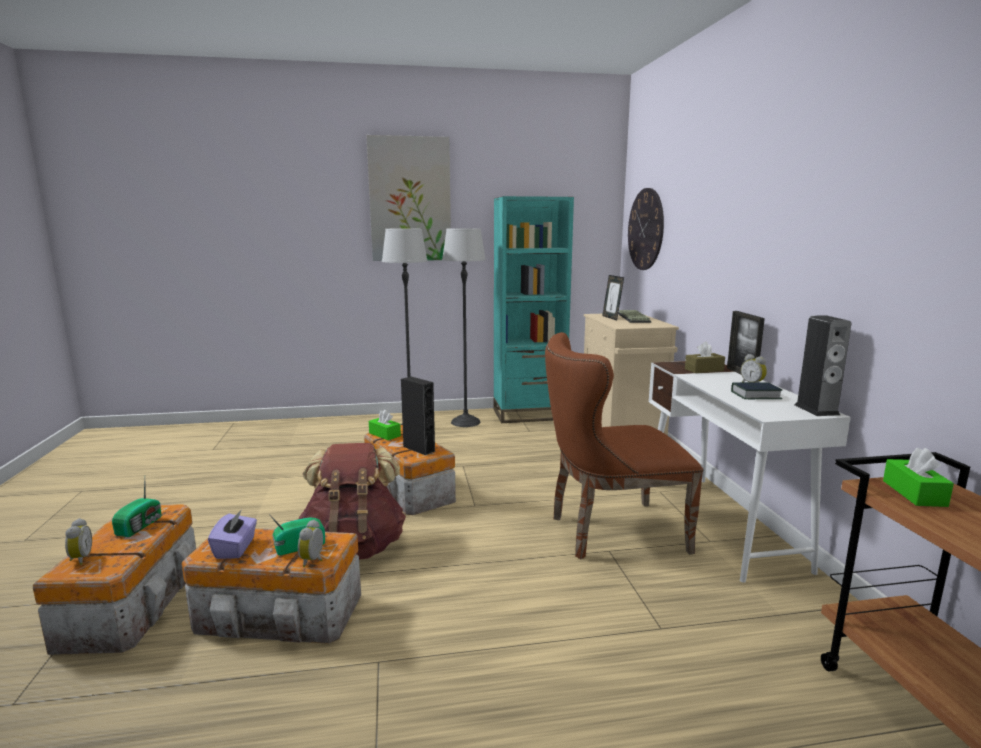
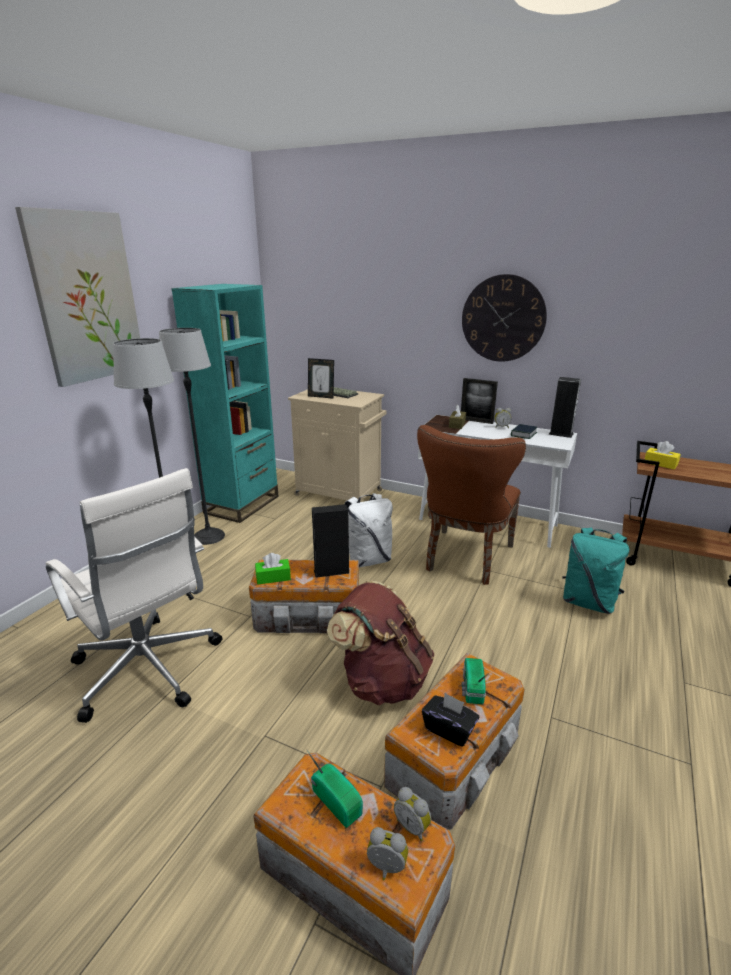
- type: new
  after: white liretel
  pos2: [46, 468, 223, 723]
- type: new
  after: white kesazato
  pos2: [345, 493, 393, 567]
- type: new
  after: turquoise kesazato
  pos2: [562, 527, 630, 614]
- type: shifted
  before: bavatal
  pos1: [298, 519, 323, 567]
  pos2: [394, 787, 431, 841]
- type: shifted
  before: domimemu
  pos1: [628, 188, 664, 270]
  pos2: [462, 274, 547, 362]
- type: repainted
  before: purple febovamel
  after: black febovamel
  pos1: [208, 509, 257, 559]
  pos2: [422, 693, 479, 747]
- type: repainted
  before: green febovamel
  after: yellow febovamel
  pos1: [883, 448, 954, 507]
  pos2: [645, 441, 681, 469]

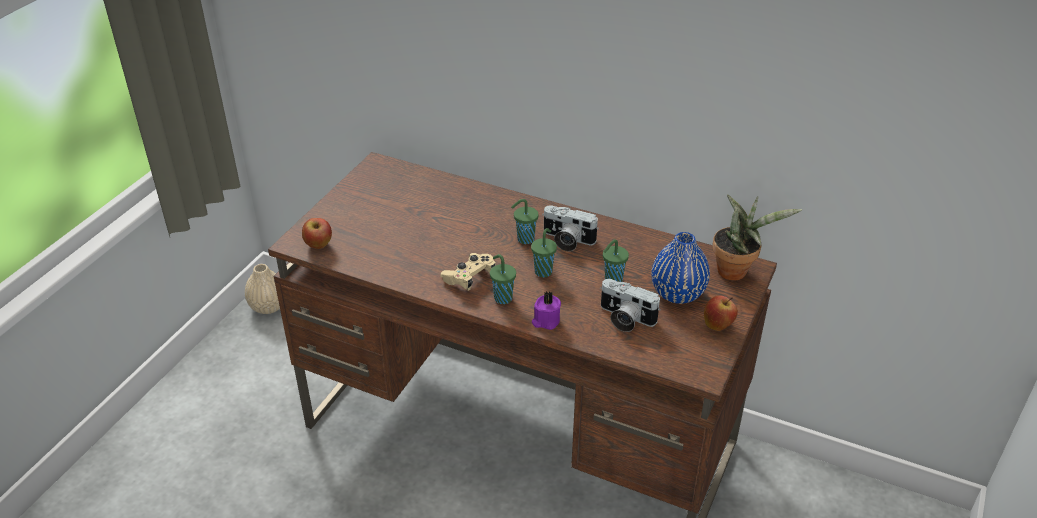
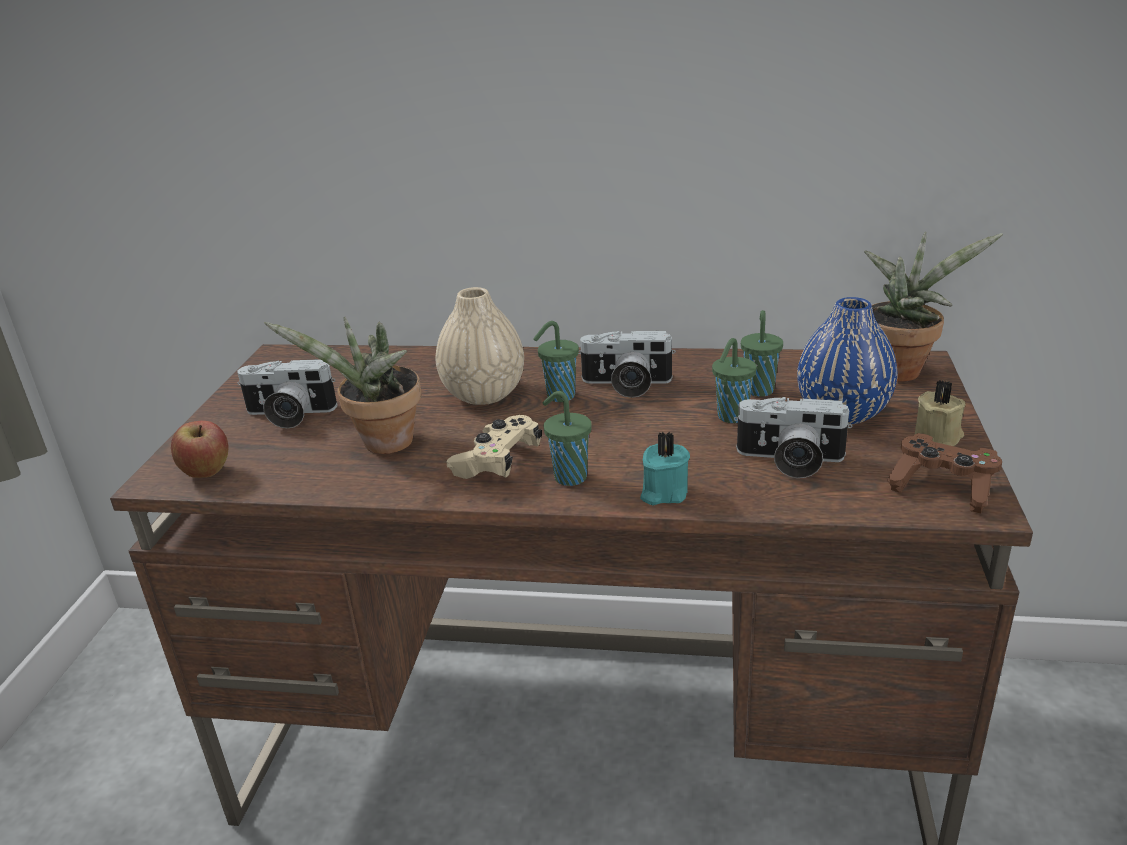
- type: new
  after: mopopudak
  pos2: [237, 359, 338, 428]
- type: new
  after: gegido
  pos2: [264, 317, 421, 454]
- type: new
  after: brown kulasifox
  pos2: [887, 433, 1002, 513]
- type: shifted
  before: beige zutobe
  pos1: [245, 264, 280, 314]
  pos2: [436, 287, 524, 405]
- type: shifted
  before: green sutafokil
  pos1: [531, 228, 557, 277]
  pos2: [741, 310, 783, 397]
- type: swapped
  before: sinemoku
  after: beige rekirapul
  pos1: [704, 295, 738, 331]
  pos2: [915, 380, 965, 446]
- type: repainted
  before: purple rekirapul
  after: turquoise rekirapul
  pos1: [532, 292, 561, 330]
  pos2: [640, 432, 690, 505]

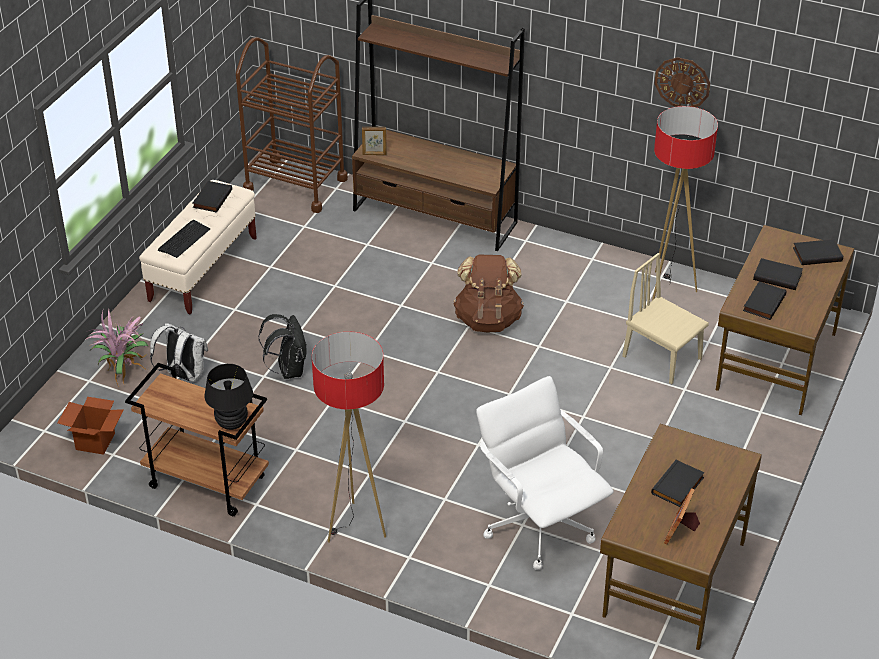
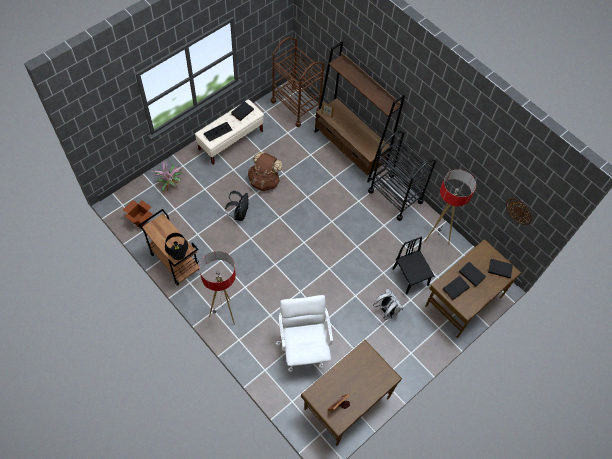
- type: gone
  before: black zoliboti
  pos1: [651, 459, 705, 507]
- type: new
  after: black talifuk
  pos2: [368, 131, 436, 221]
- type: shifted
  before: white kesazato
  pos1: [150, 323, 208, 382]
  pos2: [373, 288, 403, 320]
- type: shifted
  before: brown kesazato
  pos1: [453, 255, 524, 332]
  pos2: [248, 152, 283, 191]
- type: shifted
  before: domimemu
  pos1: [655, 57, 710, 107]
  pos2: [506, 198, 532, 225]
- type: repainted
  before: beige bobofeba
  after: black bobofeba
  pos1: [622, 253, 709, 384]
  pos2: [392, 236, 434, 294]

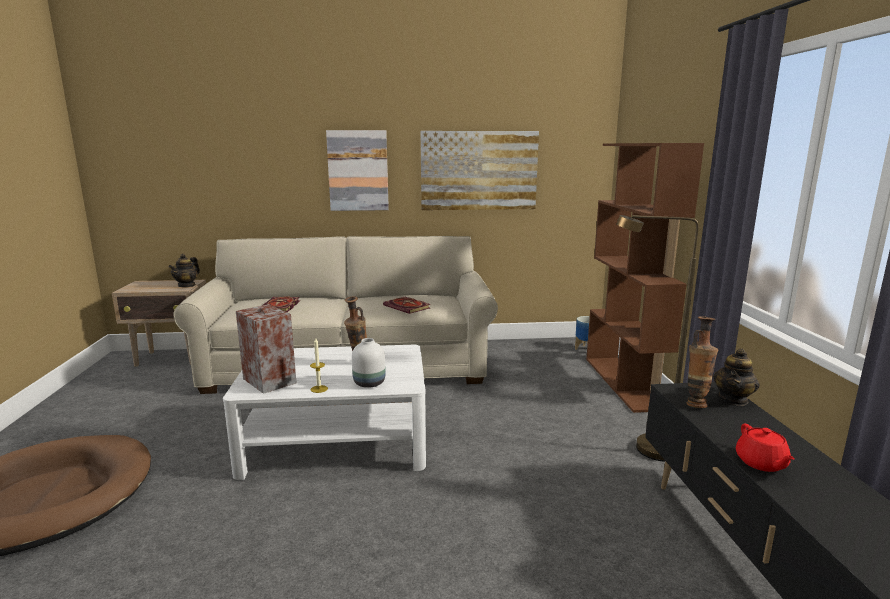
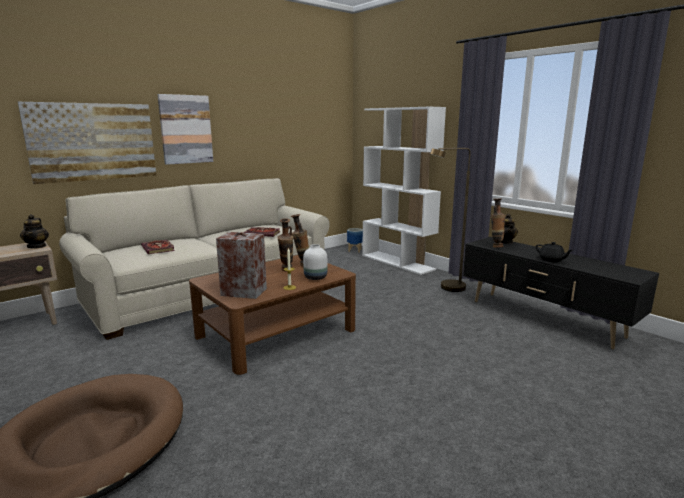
- type: new
  after: zutobe
  pos2: [291, 214, 309, 266]
- type: shifted
  before: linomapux
  pos1: [421, 131, 539, 210]
  pos2: [18, 102, 156, 184]
- type: repainted
  before: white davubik
  after: brown davubik
  pos1: [223, 345, 426, 480]
  pos2: [189, 255, 356, 375]
- type: repainted
  before: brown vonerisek
  after: white vonerisek
  pos1: [586, 143, 704, 413]
  pos2: [362, 107, 446, 275]
- type: repainted
  before: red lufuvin
  after: black lufuvin
  pos1: [736, 423, 795, 472]
  pos2: [536, 242, 573, 262]

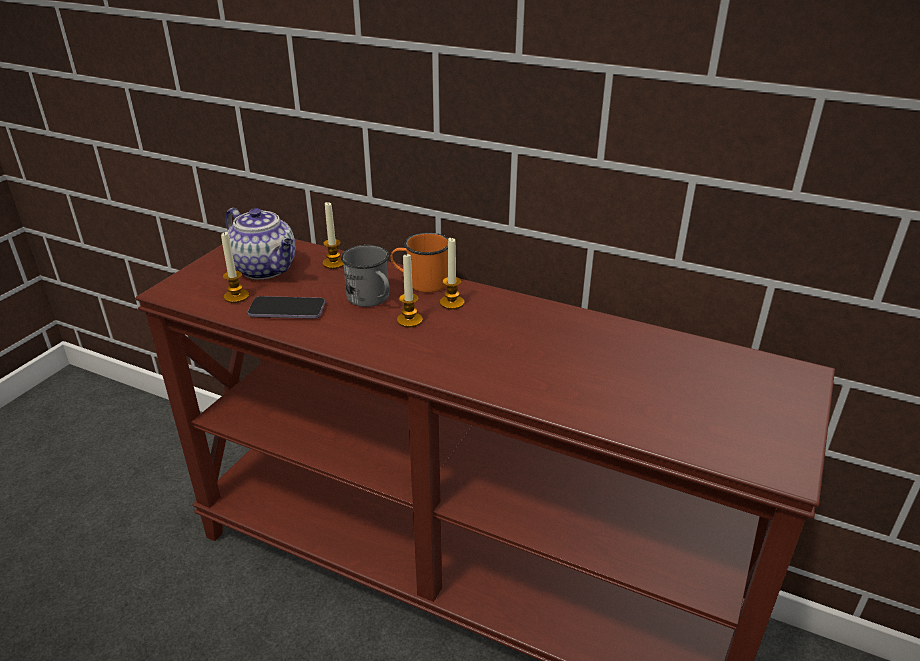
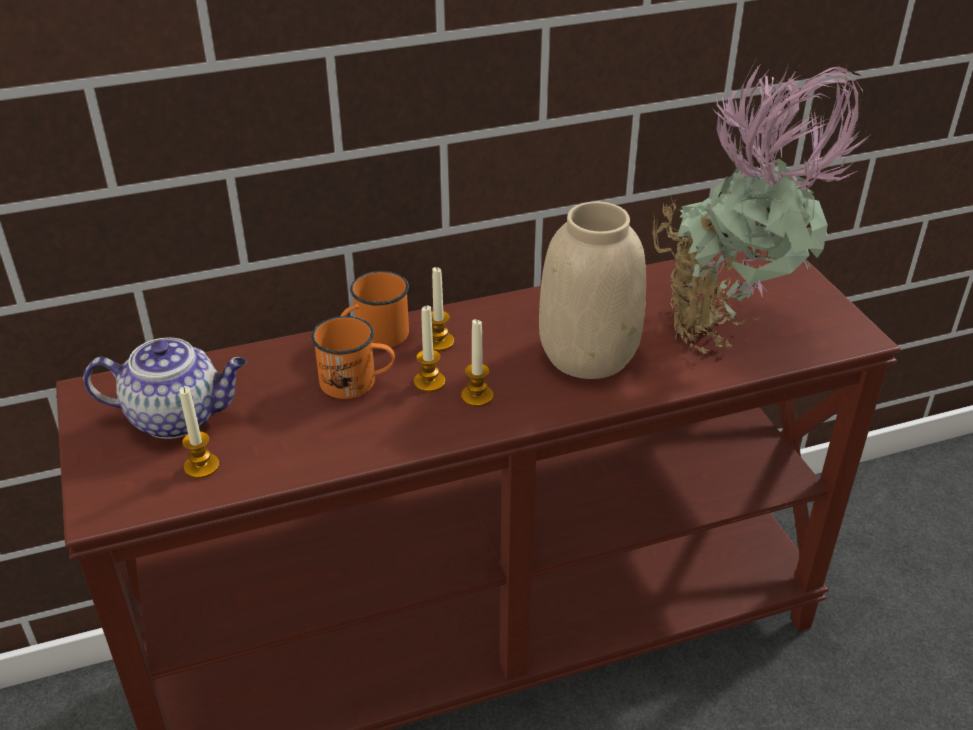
- type: gone
  before: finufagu
  pos1: [248, 296, 325, 319]
- type: new
  after: beige zutobe
  pos2: [539, 202, 646, 379]
- type: new
  after: gegido
  pos2: [652, 63, 869, 355]
- type: shifted
  before: rekirapul
  pos1: [323, 202, 344, 269]
  pos2: [461, 319, 493, 407]
- type: repainted
  before: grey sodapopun
  after: orange sodapopun
  pos1: [341, 245, 390, 307]
  pos2: [311, 316, 395, 399]

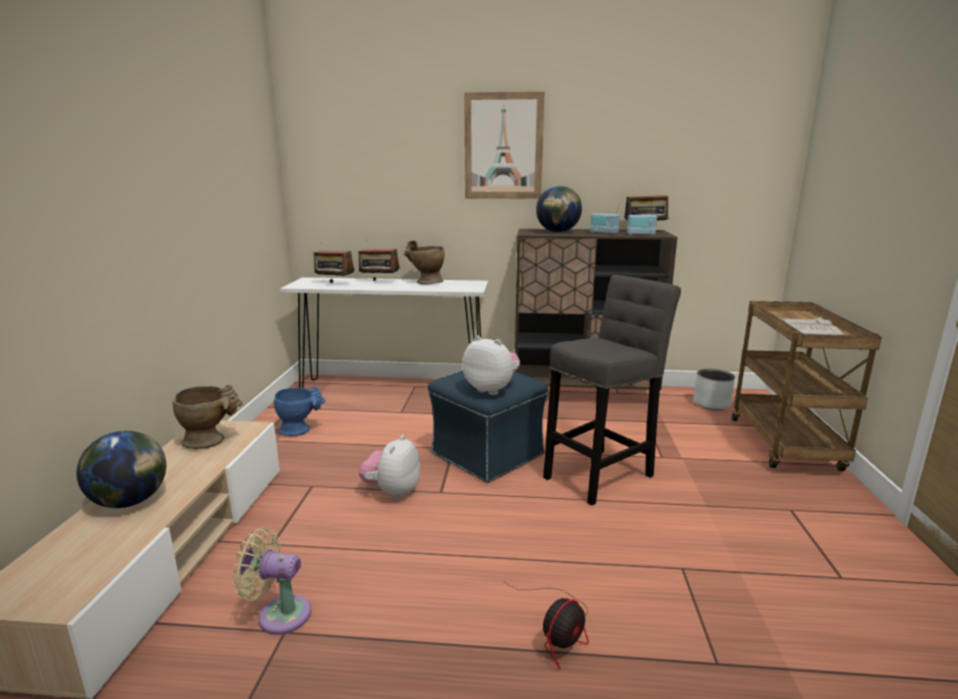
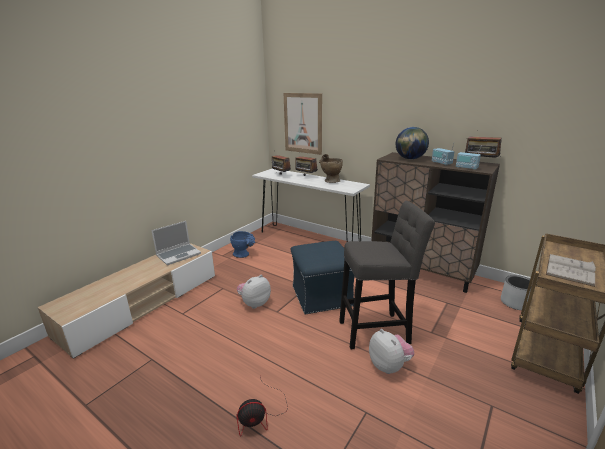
- type: gone
  before: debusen
  pos1: [77, 431, 166, 508]
- type: gone
  before: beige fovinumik
  pos1: [232, 527, 311, 635]
- type: shifted
  before: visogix
  pos1: [463, 335, 520, 395]
  pos2: [369, 329, 414, 374]
- type: shifted
  before: linomapux
  pos1: [464, 92, 544, 199]
  pos2: [284, 93, 322, 155]
- type: swapped
  before: beige zutobe
  after: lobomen
  pos1: [173, 385, 242, 449]
  pos2: [151, 221, 201, 265]

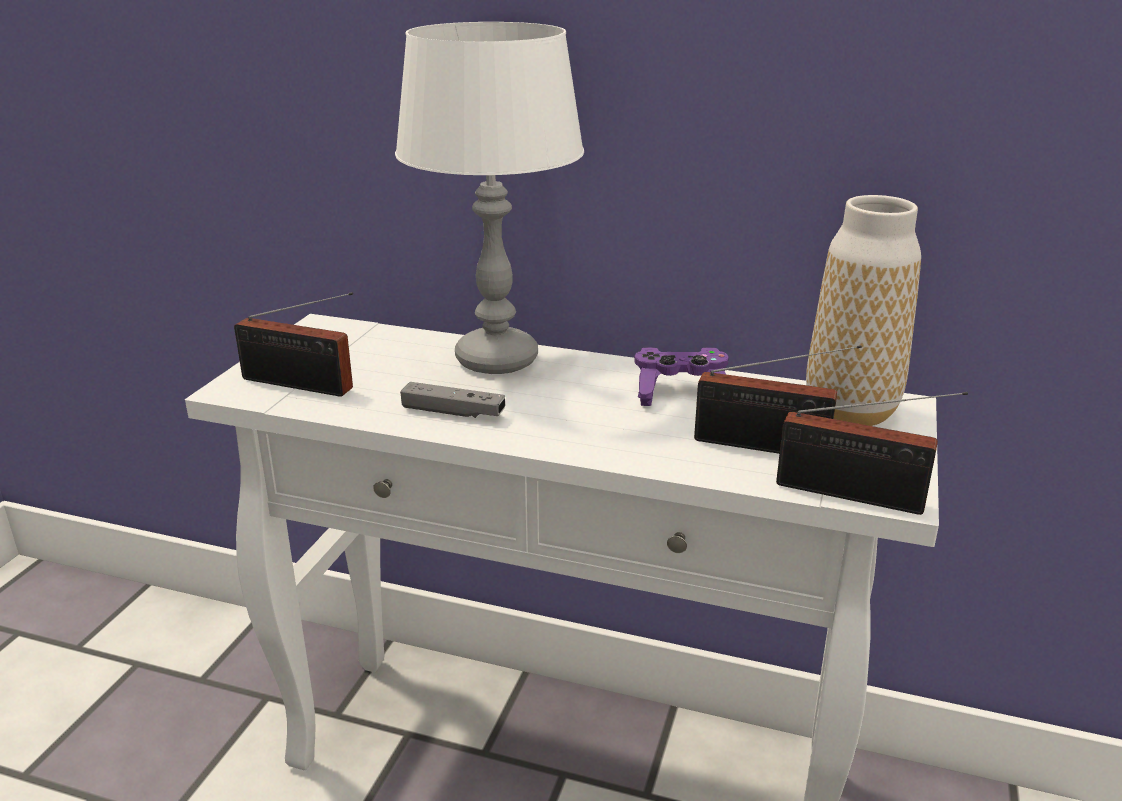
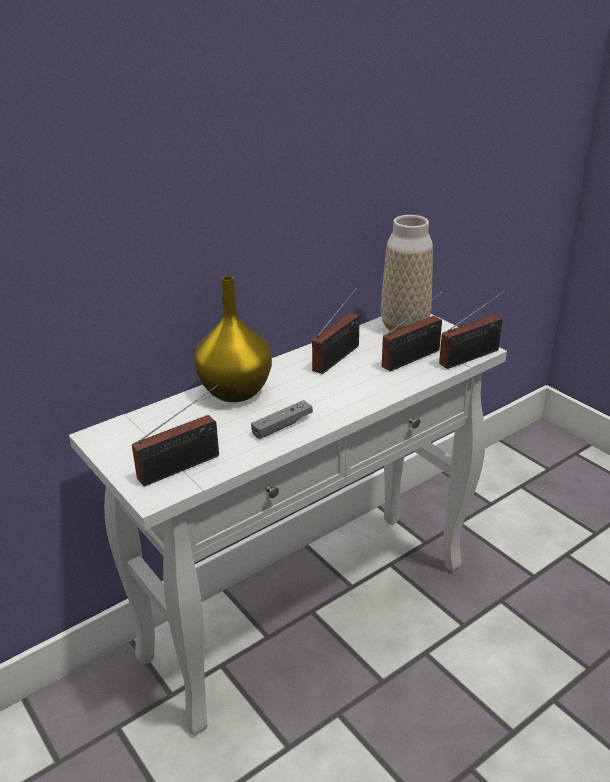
- type: swapped
  before: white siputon
  after: yellow zutobe
  pos1: [395, 22, 584, 374]
  pos2: [194, 276, 272, 402]
- type: swapped
  before: purple kulasifox
  after: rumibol
  pos1: [634, 347, 729, 406]
  pos2: [312, 286, 360, 374]

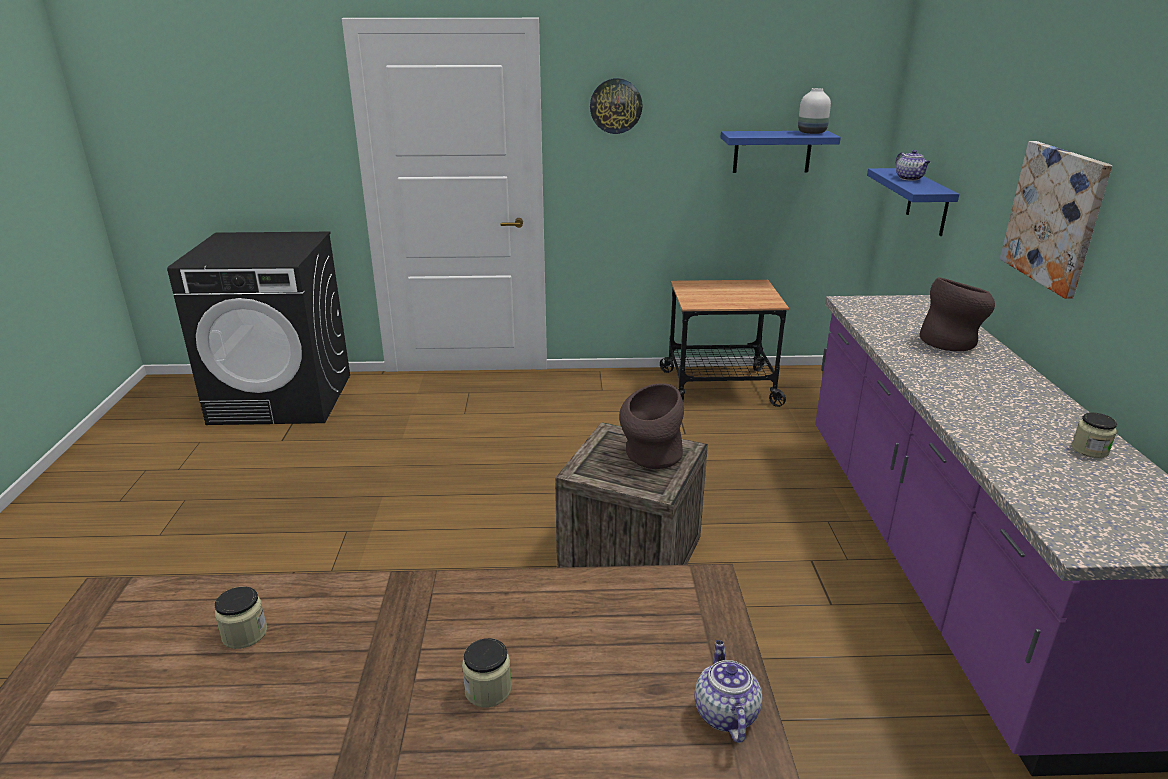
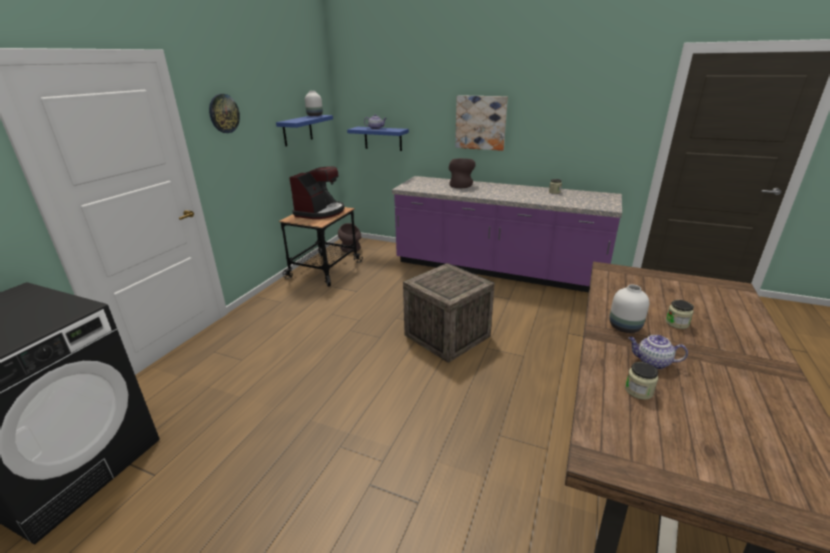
- type: new
  after: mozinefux
  pos2: [289, 166, 345, 219]
- type: new
  after: white zutobe
  pos2: [609, 284, 649, 333]
- type: shifted
  before: brown zutobe
  pos1: [619, 383, 684, 469]
  pos2: [338, 223, 362, 252]
- type: shifted
  before: lufuvin
  pos1: [694, 640, 762, 743]
  pos2: [629, 335, 688, 369]

